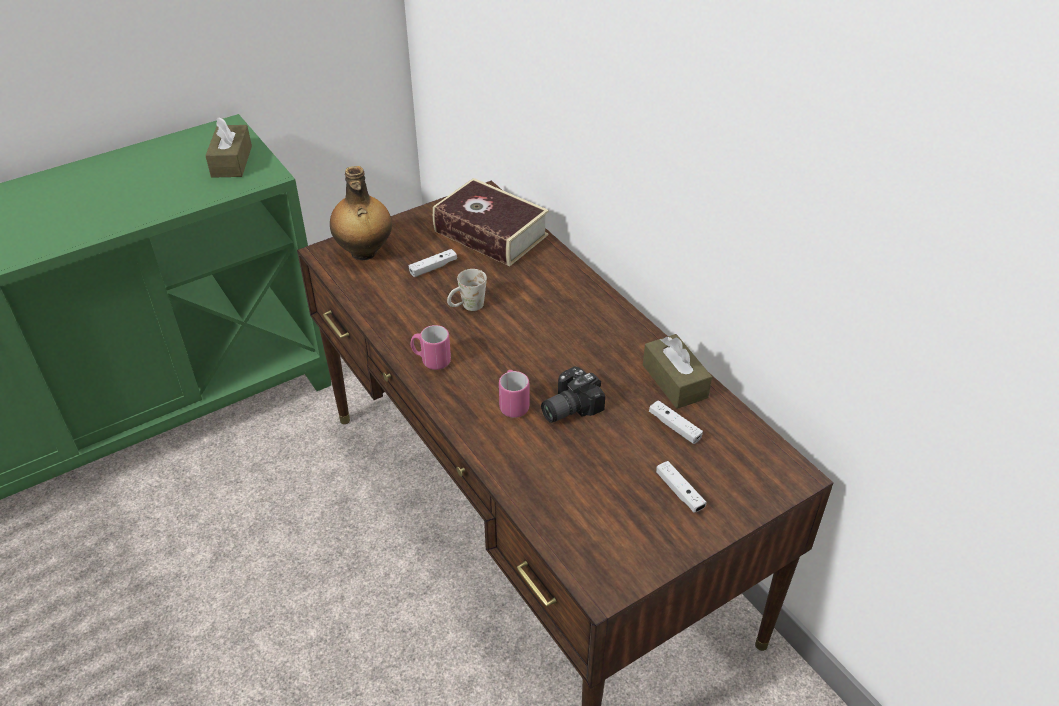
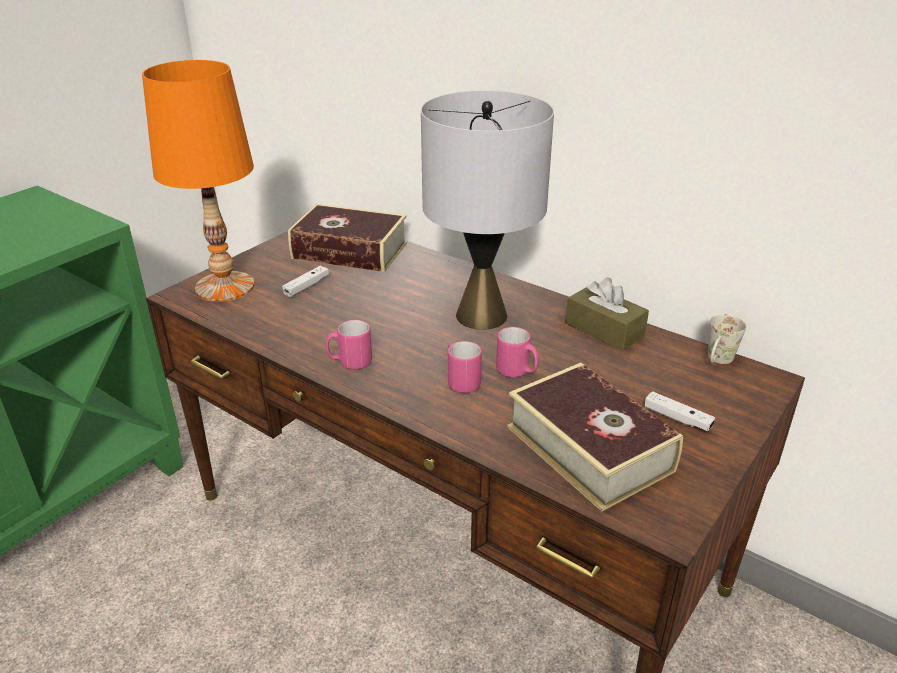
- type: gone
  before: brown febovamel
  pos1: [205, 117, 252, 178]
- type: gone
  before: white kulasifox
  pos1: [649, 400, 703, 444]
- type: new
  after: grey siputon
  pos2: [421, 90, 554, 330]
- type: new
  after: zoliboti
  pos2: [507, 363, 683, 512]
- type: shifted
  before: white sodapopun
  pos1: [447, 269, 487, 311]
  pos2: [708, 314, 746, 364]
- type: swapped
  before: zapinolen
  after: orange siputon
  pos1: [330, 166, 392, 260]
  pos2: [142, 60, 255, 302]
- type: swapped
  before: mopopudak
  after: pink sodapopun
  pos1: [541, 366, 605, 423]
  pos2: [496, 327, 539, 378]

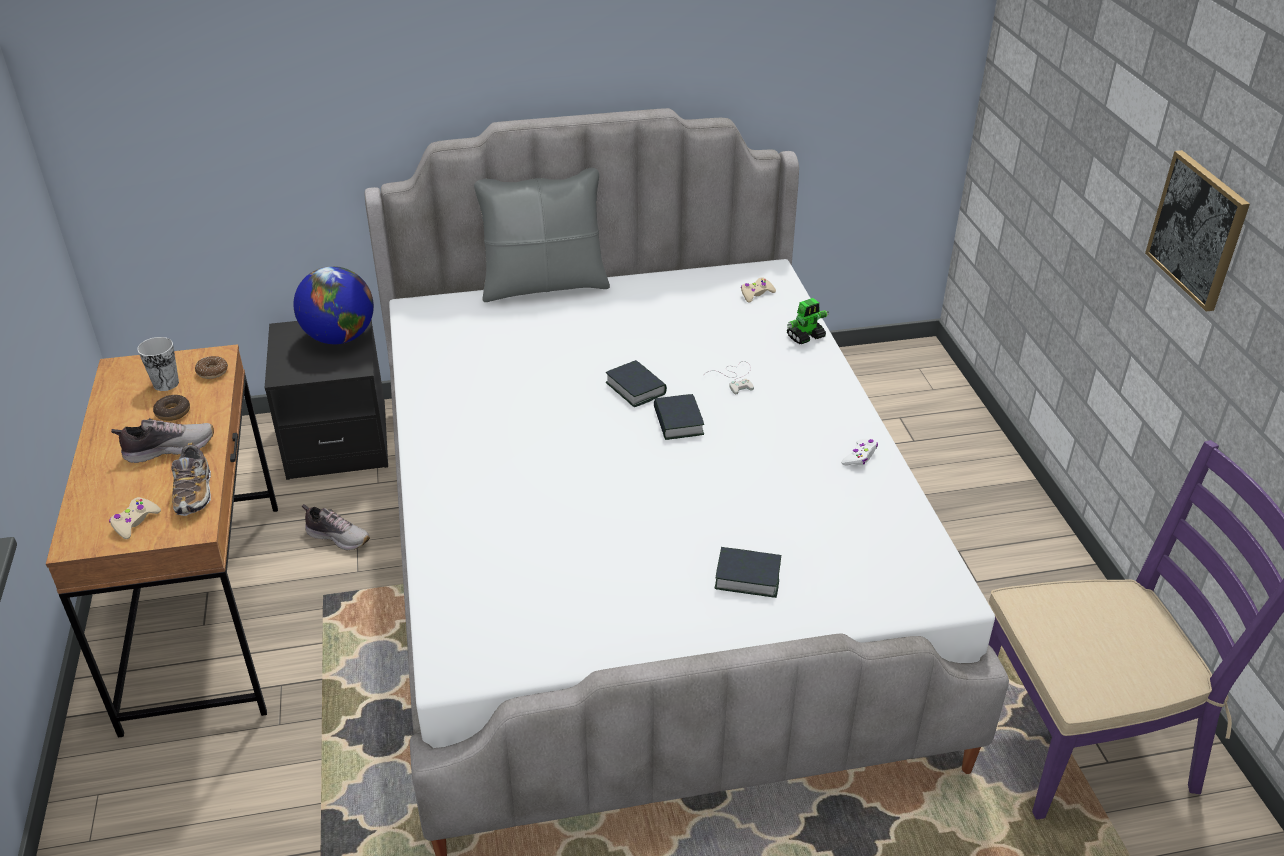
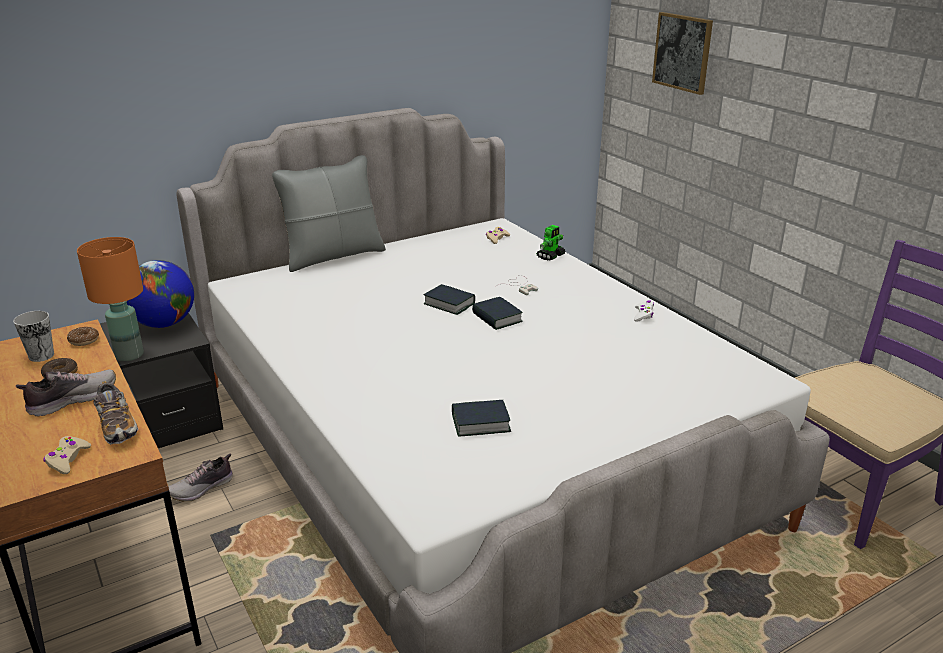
- type: new
  after: orange siputon
  pos2: [77, 237, 144, 361]
- type: shifted
  before: zoliboti
  pos1: [715, 547, 781, 598]
  pos2: [452, 400, 511, 436]
- type: shifted
  before: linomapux
  pos1: [1145, 150, 1250, 312]
  pos2: [652, 12, 713, 95]
- type: rotated
  before: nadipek
  pos1: [302, 504, 370, 550]
  pos2: [168, 454, 233, 502]
  turn: 135

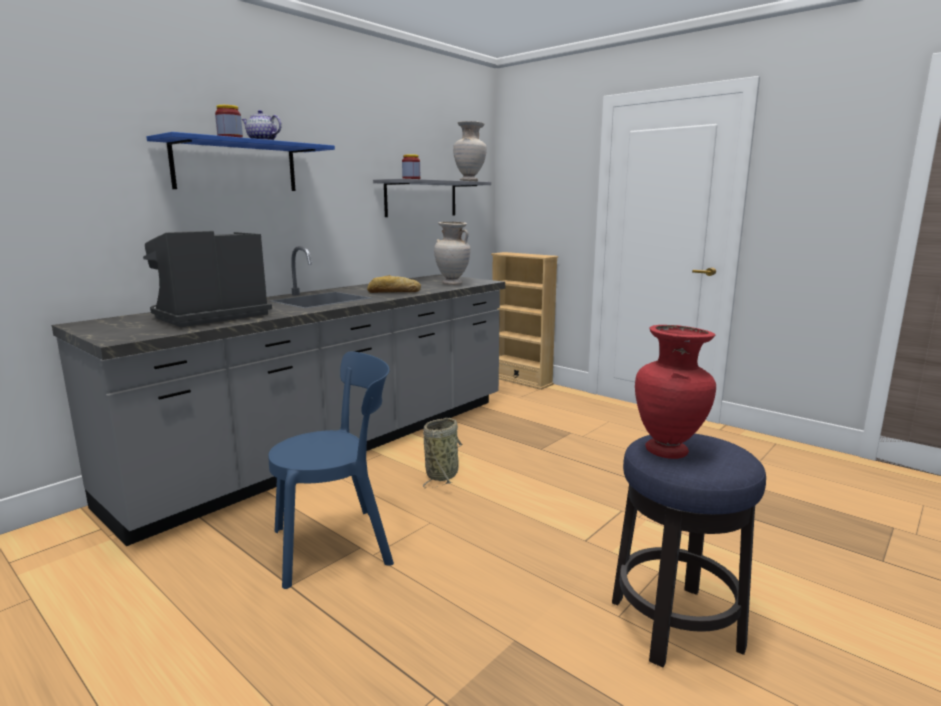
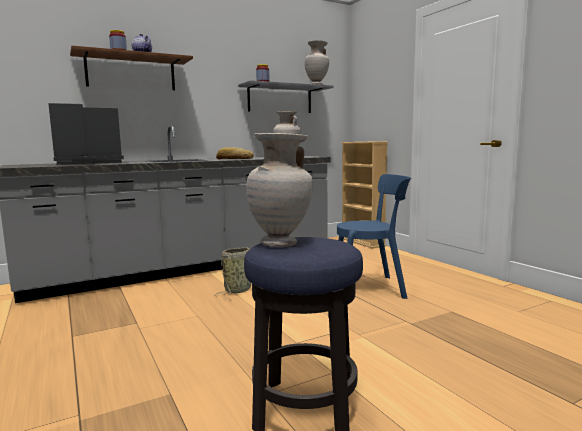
- type: shifted
  before: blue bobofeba
  pos1: [268, 351, 394, 589]
  pos2: [337, 174, 411, 299]
- type: repainted
  before: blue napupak
  after: brown napupak
  pos1: [147, 132, 335, 191]
  pos2: [70, 45, 193, 90]
- type: repainted
  before: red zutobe
  after: beige zutobe
  pos1: [635, 325, 716, 459]
  pos2: [247, 133, 313, 247]

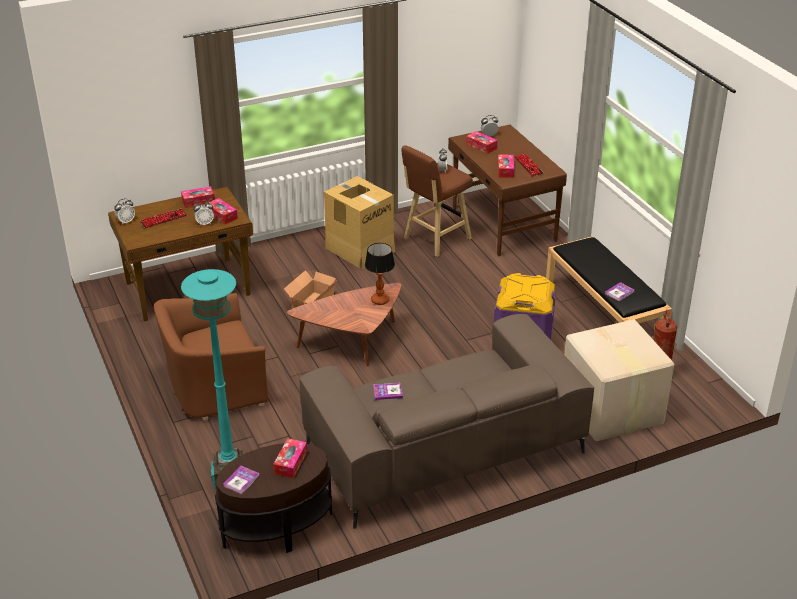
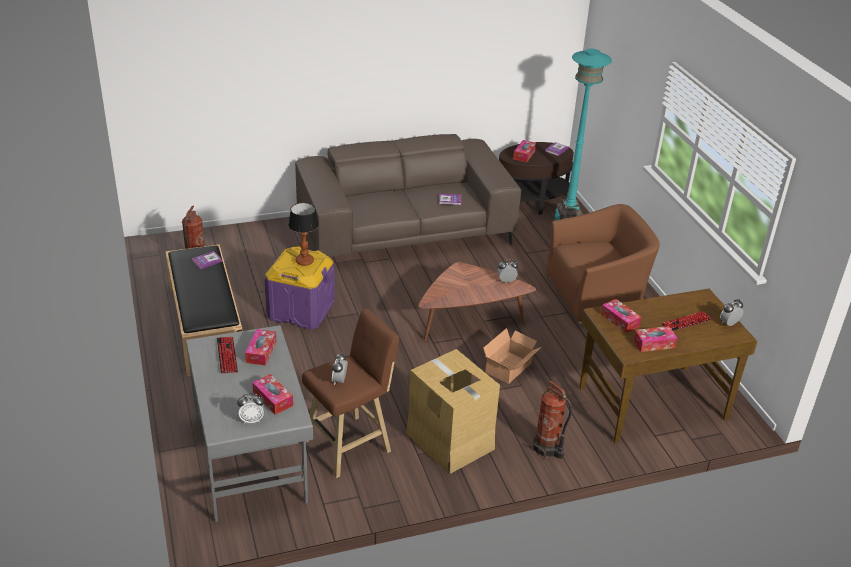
- type: gone
  before: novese
  pos1: [564, 319, 675, 441]
- type: new
  after: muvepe
  pos2: [529, 381, 572, 459]
- type: shifted
  before: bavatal
  pos1: [193, 201, 214, 225]
  pos2: [498, 259, 518, 283]
- type: shifted
  before: siputon
  pos1: [365, 243, 395, 305]
  pos2: [288, 203, 319, 266]
- type: repainted
  before: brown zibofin
  after: grey zibofin
  pos1: [448, 125, 567, 256]
  pos2: [186, 325, 313, 522]

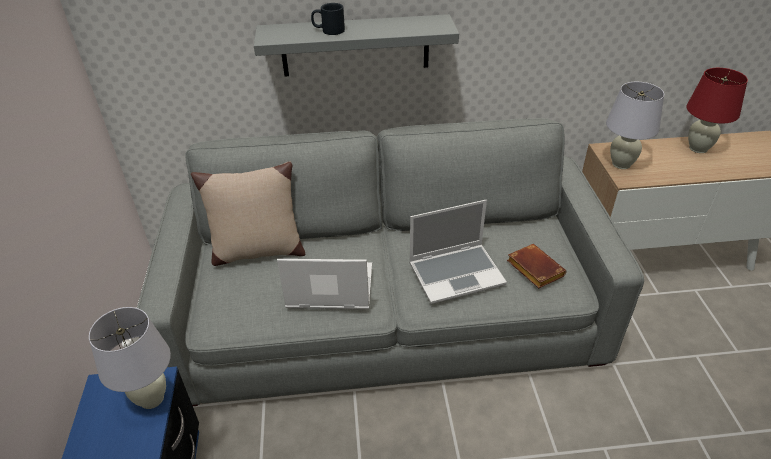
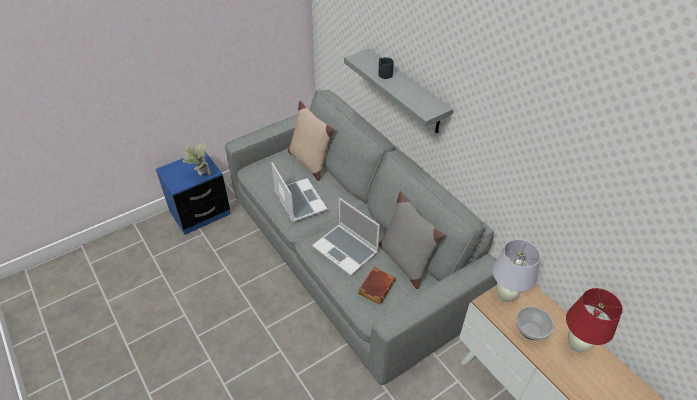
- type: new
  after: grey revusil
  pos2: [379, 191, 445, 289]
- type: new
  after: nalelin
  pos2: [516, 307, 554, 340]
- type: swapped
  before: white siputon
  after: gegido
  pos1: [89, 307, 171, 409]
  pos2: [183, 142, 211, 176]

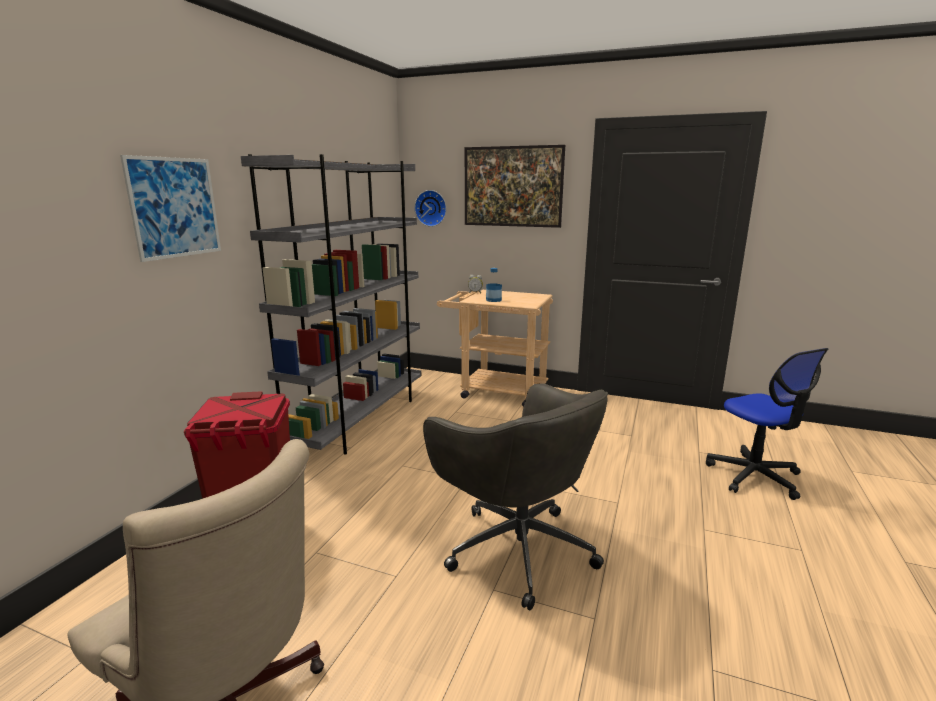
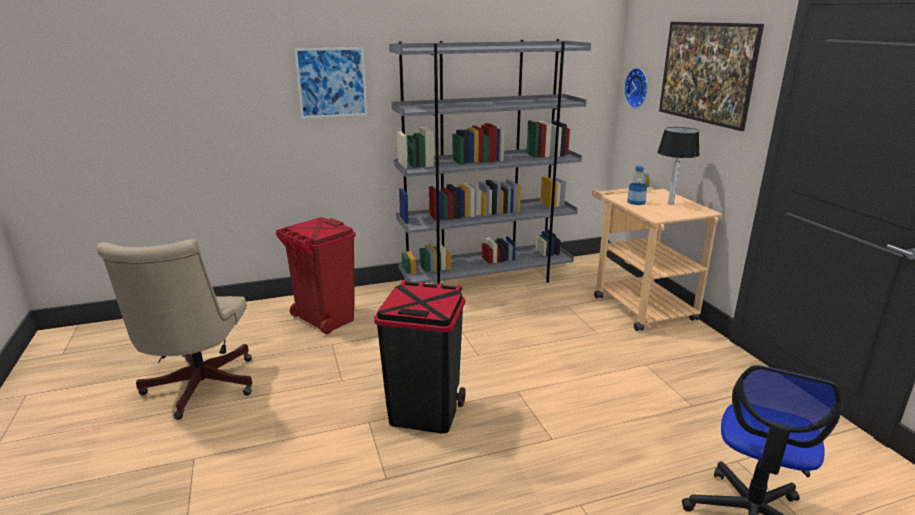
- type: new
  after: siputon
  pos2: [657, 127, 700, 205]
- type: swapped
  before: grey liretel
  after: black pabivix
  pos1: [423, 383, 608, 610]
  pos2: [374, 280, 466, 433]

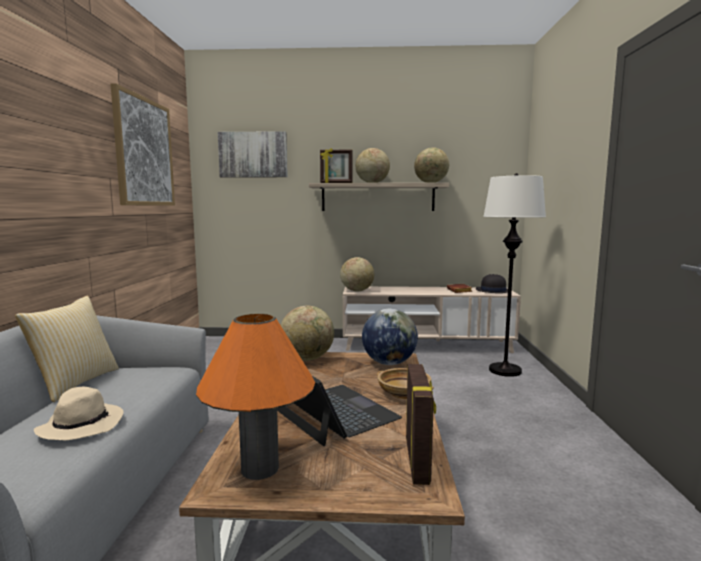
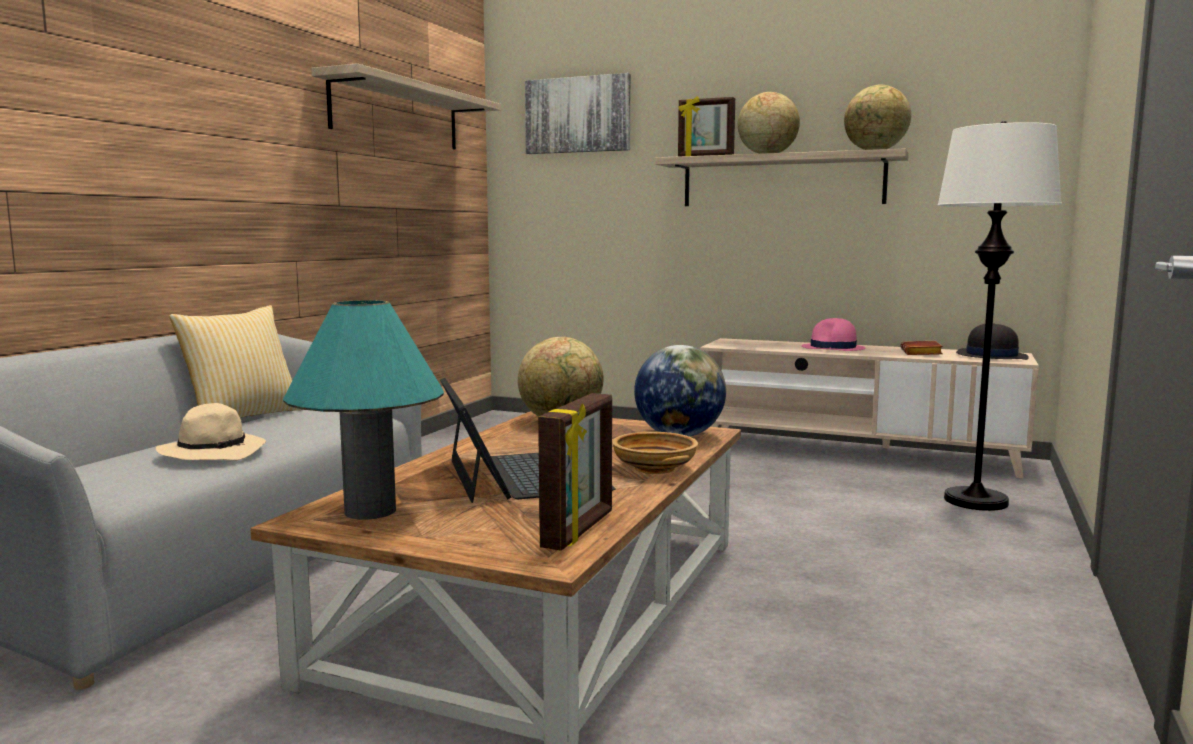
- type: gone
  before: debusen
  pos1: [340, 257, 374, 291]
- type: new
  after: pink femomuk
  pos2: [801, 318, 865, 351]
- type: swapped
  before: linomapux
  after: napupak
  pos1: [111, 83, 175, 206]
  pos2: [311, 63, 501, 150]
- type: repainted
  before: orange siputon
  after: turquoise siputon
  pos1: [196, 313, 315, 480]
  pos2: [283, 300, 444, 520]

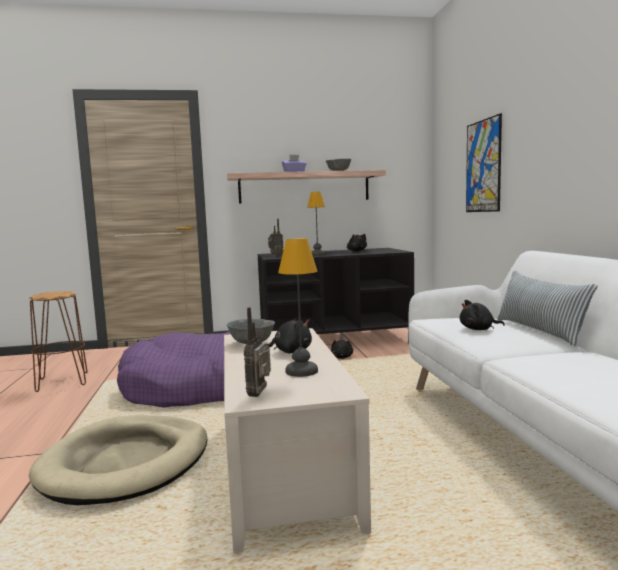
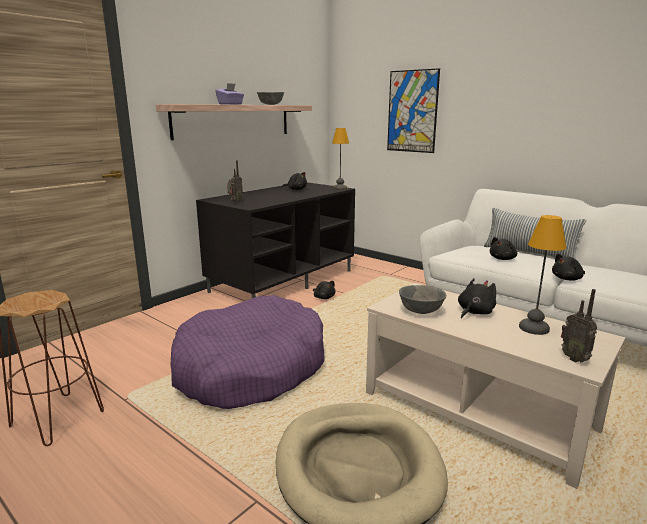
- type: new
  after: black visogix
  pos2: [552, 254, 585, 281]
- type: shifted
  before: siputon
  pos1: [307, 192, 325, 255]
  pos2: [332, 128, 349, 190]

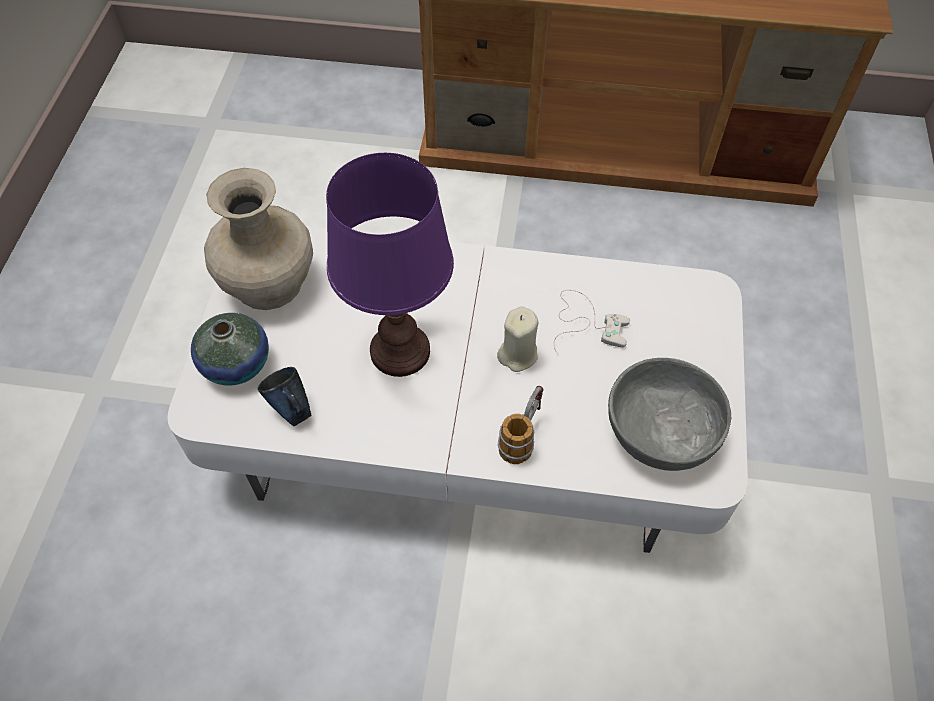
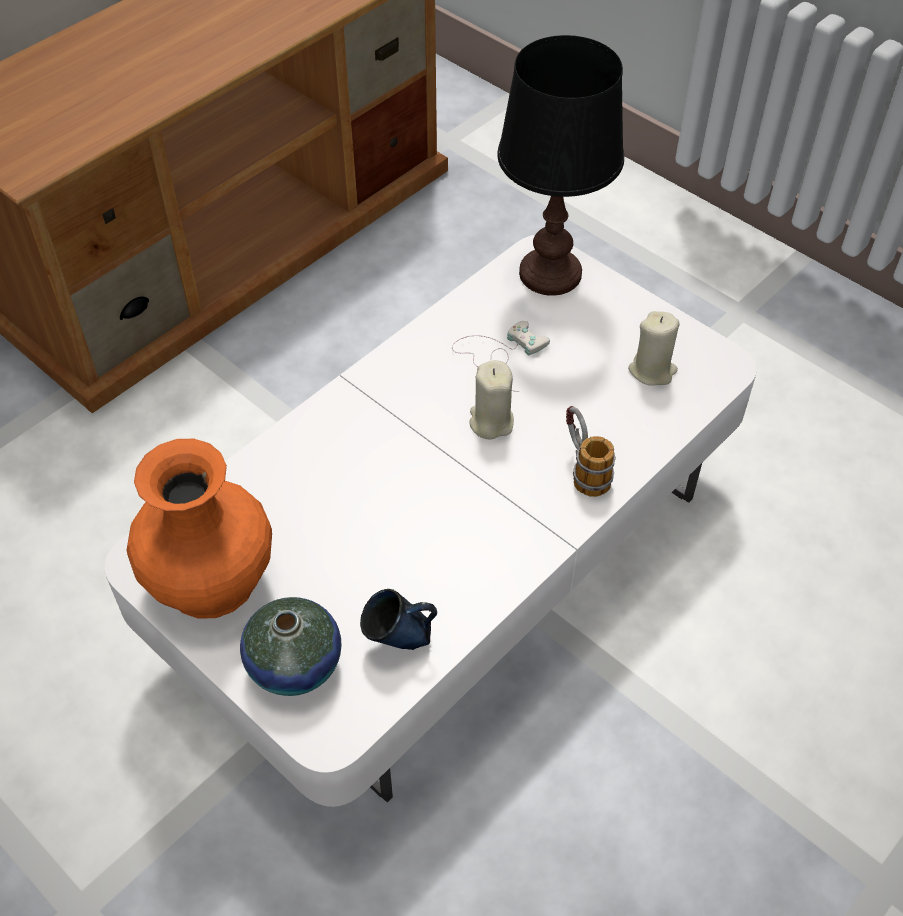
- type: gone
  before: purple siputon
  pos1: [326, 153, 454, 377]
- type: new
  after: black siputon
  pos2: [497, 35, 624, 296]
- type: swapped
  before: grey nalelin
  after: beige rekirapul
  pos1: [608, 358, 731, 471]
  pos2: [628, 311, 680, 386]
- type: repainted
  before: beige zutobe
  after: orange zutobe
  pos1: [204, 168, 313, 310]
  pos2: [126, 439, 272, 619]

